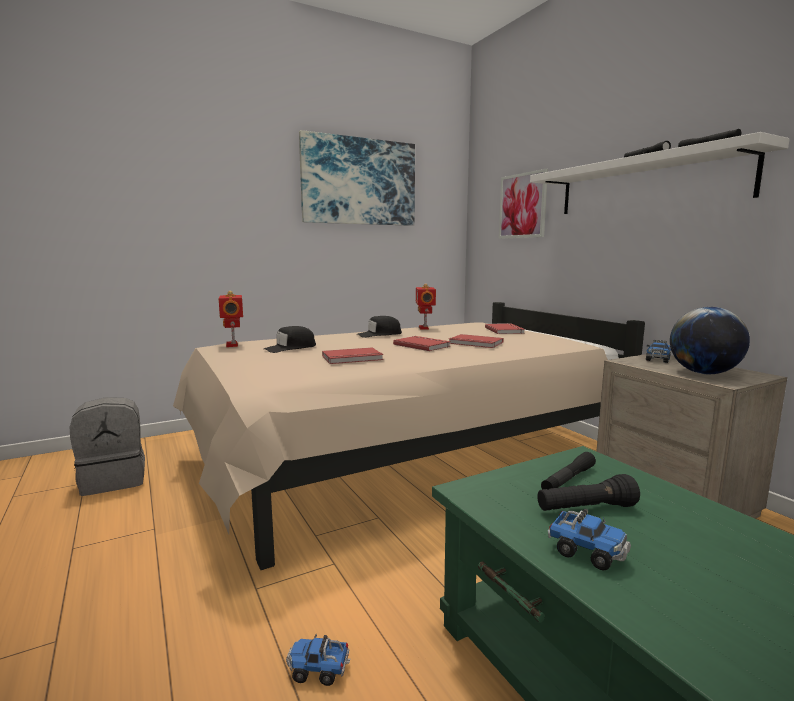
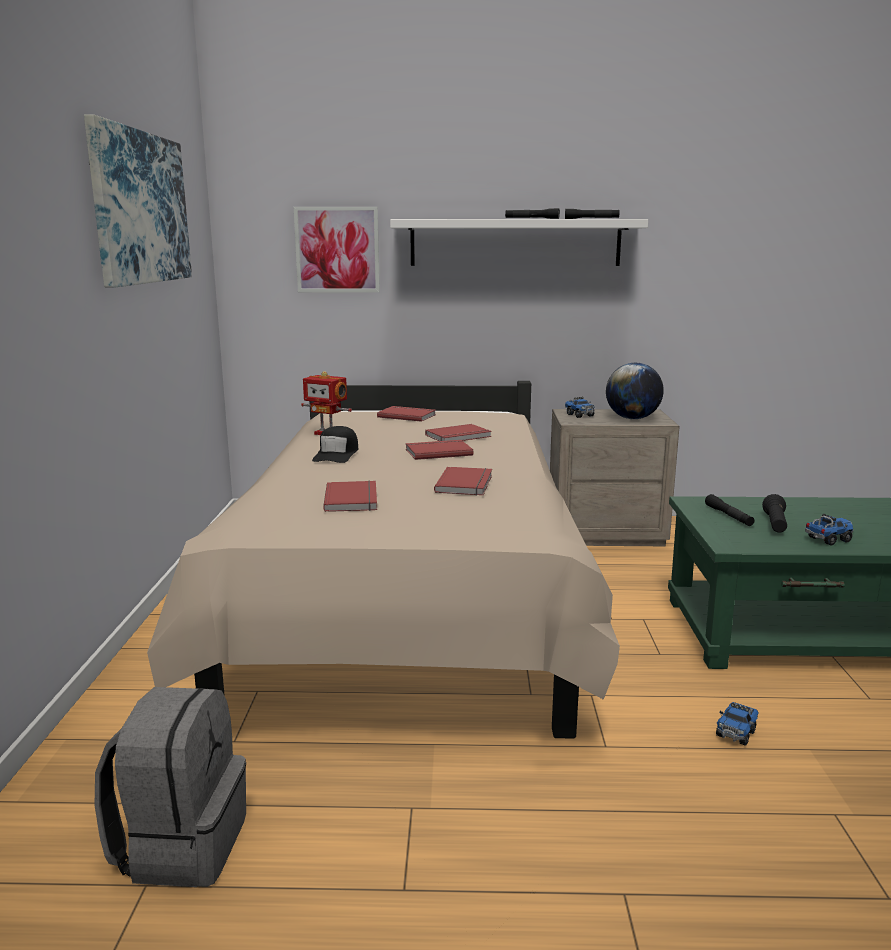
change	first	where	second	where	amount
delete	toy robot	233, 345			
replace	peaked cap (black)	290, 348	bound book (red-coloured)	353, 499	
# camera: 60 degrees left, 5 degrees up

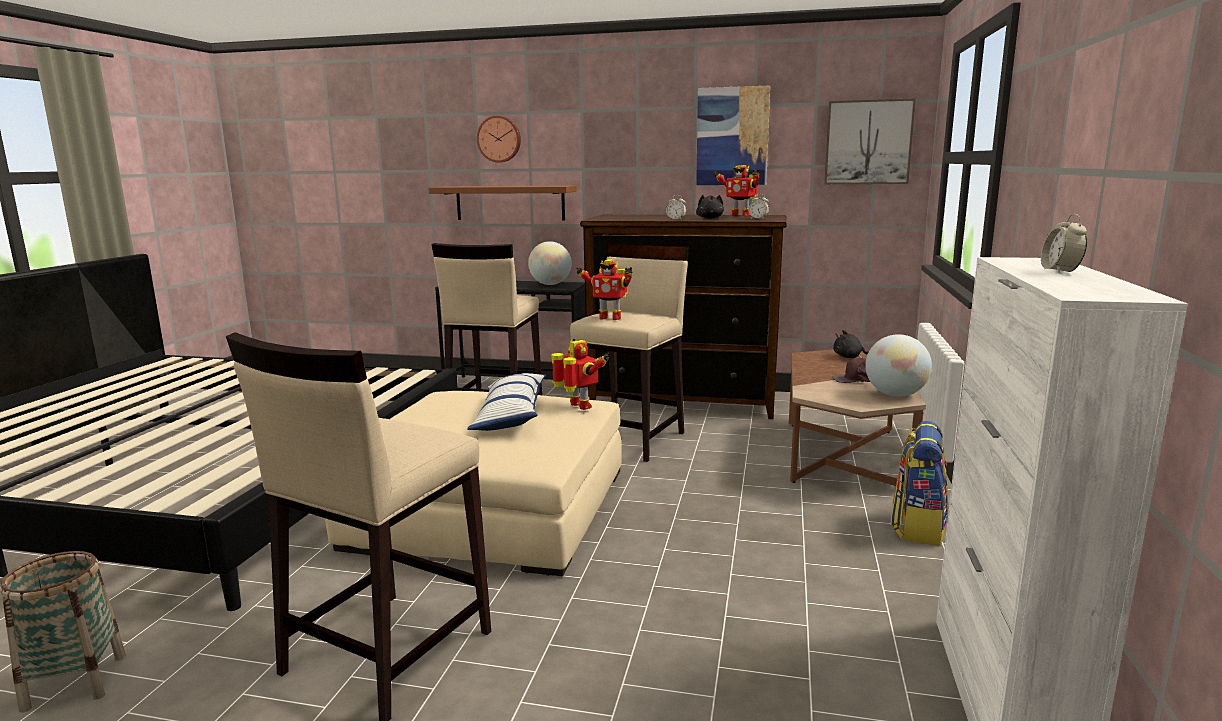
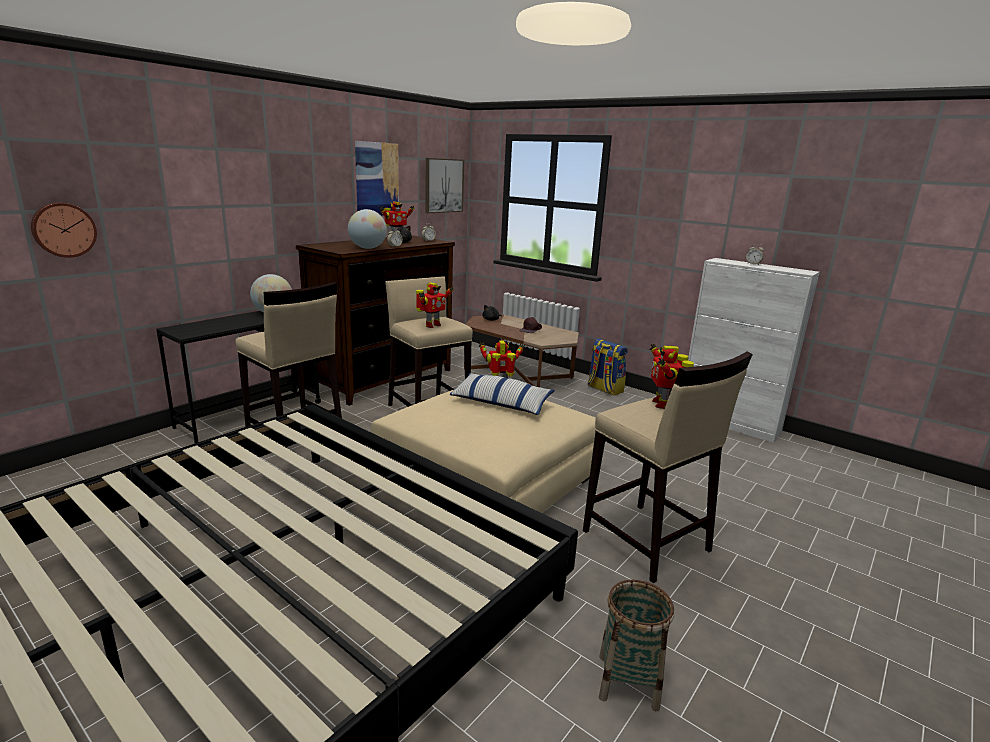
change	first	where	second	where	amount
move	hanging clock	499, 139		63, 230	
delete	shelf (brown-coloured)	510, 203			
move	world globe	895, 395		368, 248	
insert			toy robot	662, 404	
# camera: 65 degrees left, 5 degrees up

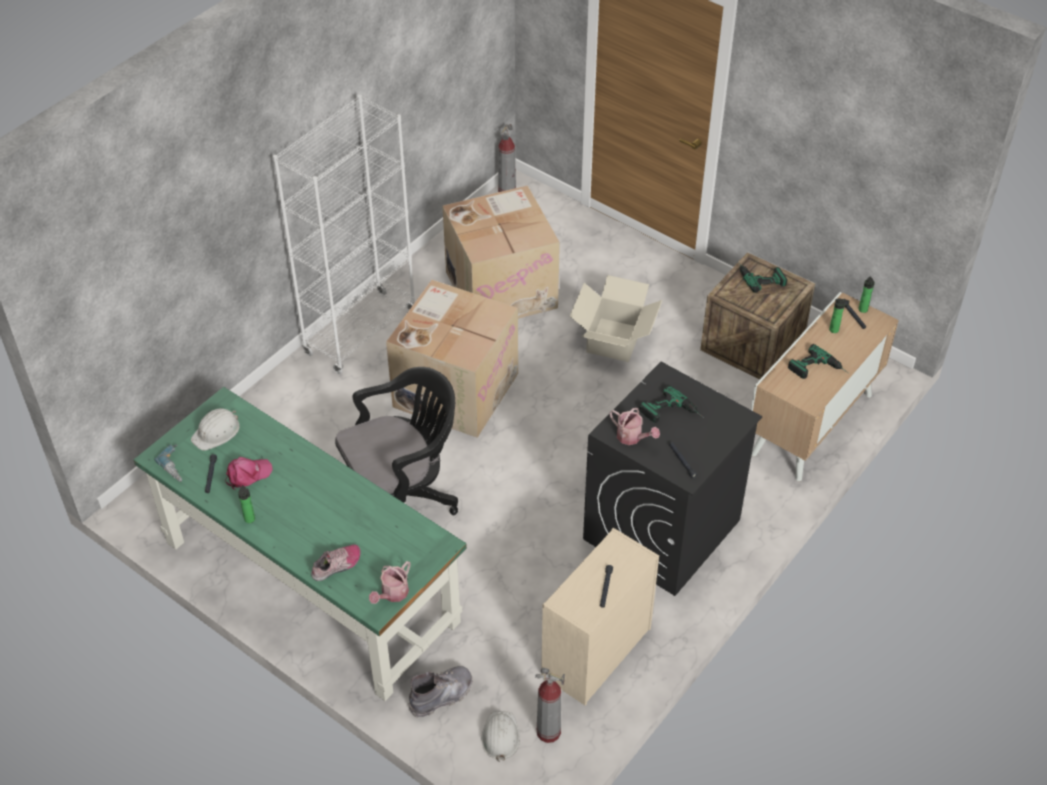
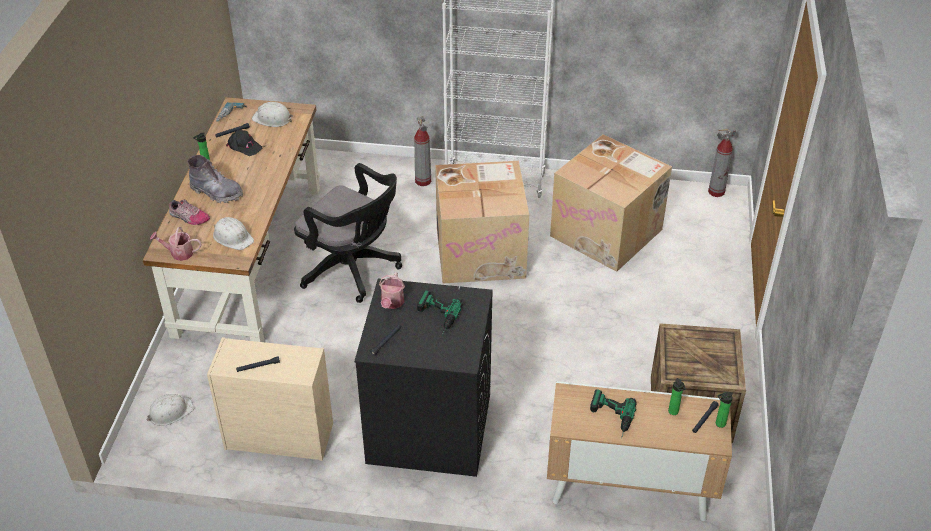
change	first	where	second	where	amount
delete	drill	759, 275			
delete	packing box	614, 340			
recolor	desk table (green)	309, 581	desk table (brown-coloured)	249, 257	
recolor	peaked cap (pink-coloured)	247, 474	peaked cap (black)	244, 146	
move	high-top boot (grey)	441, 696		216, 192	
move	fire extinguisher	548, 732		423, 181	
insert			safety helmet (white-coloured)	233, 237	
# camera: 60 degrees right, 5 degrees down

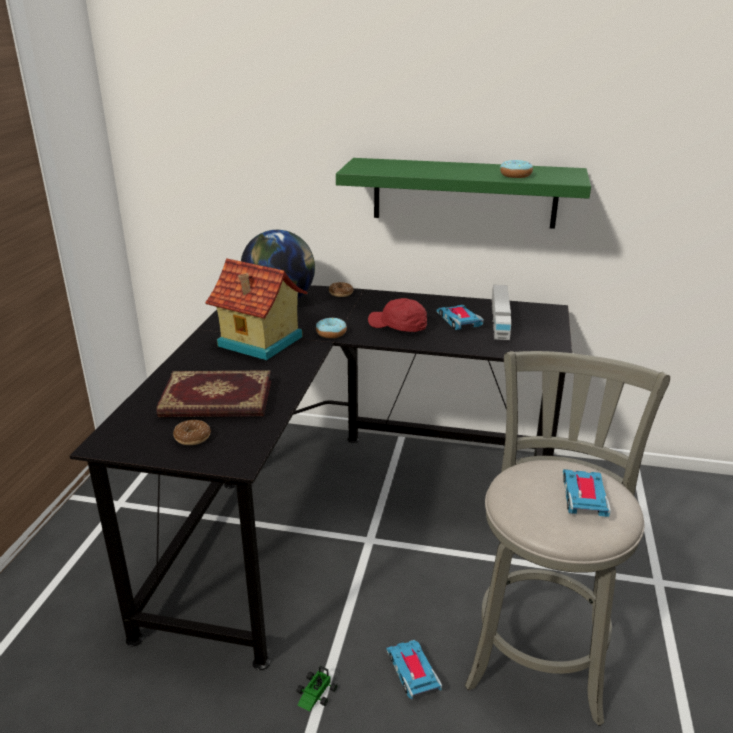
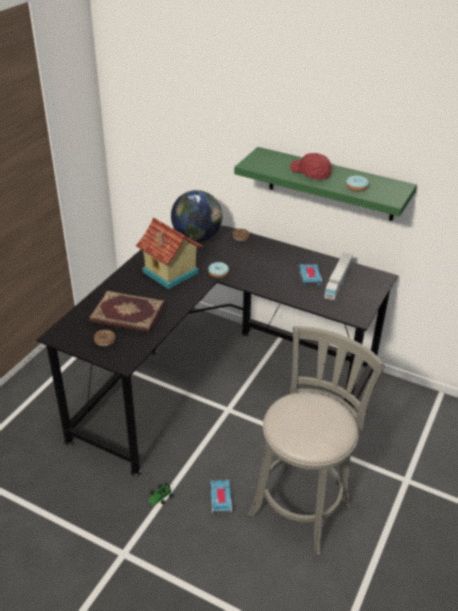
change	first	where	second	where	amount
move	peaked cap (red-coloured)	398, 327		310, 173	
delete	miniature car	583, 497			
# camera: 15 degrees right, 10 degrees up

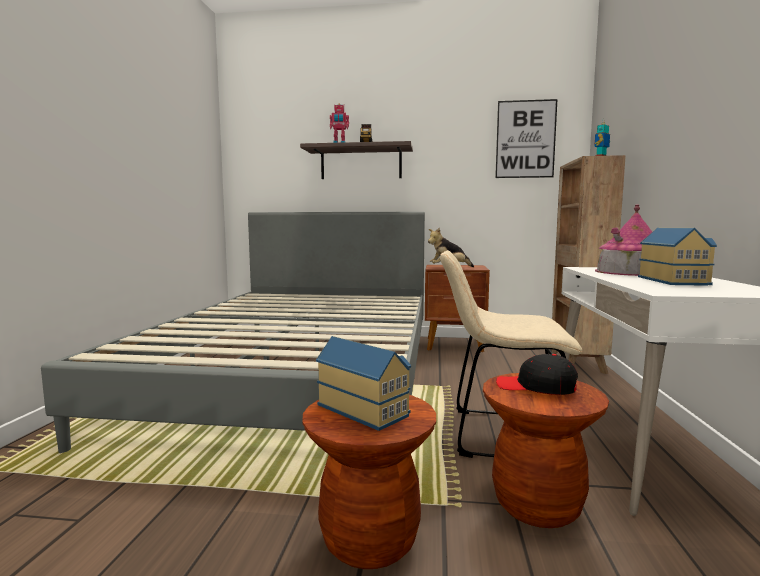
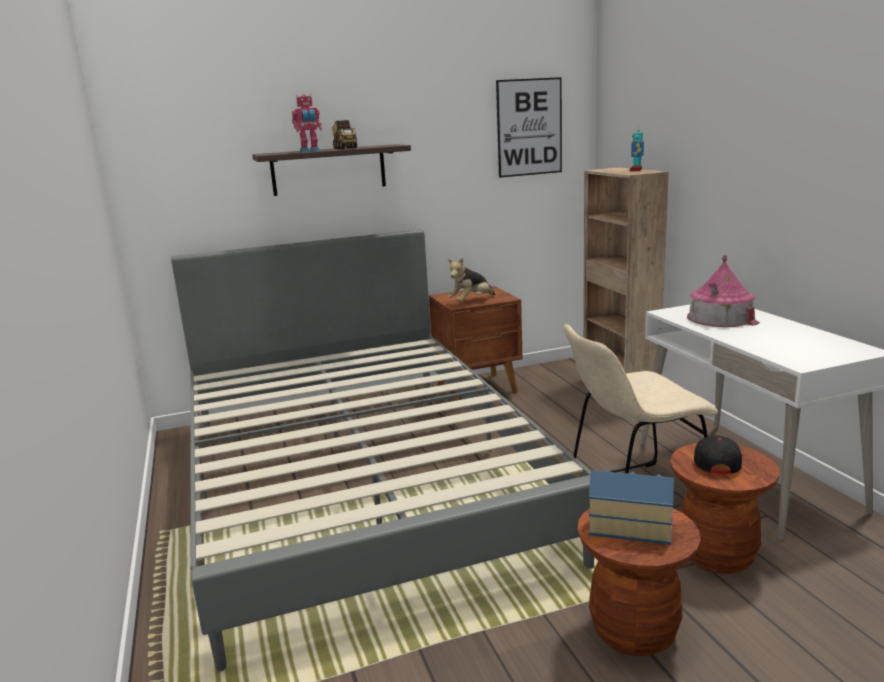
change	first	where	second	where	amount
delete	model house	674, 280			
rotate	peaked cap (black)	536, 387		715, 461	105 degrees clockwise
# camera: 25 degrees left, 10 degrees up

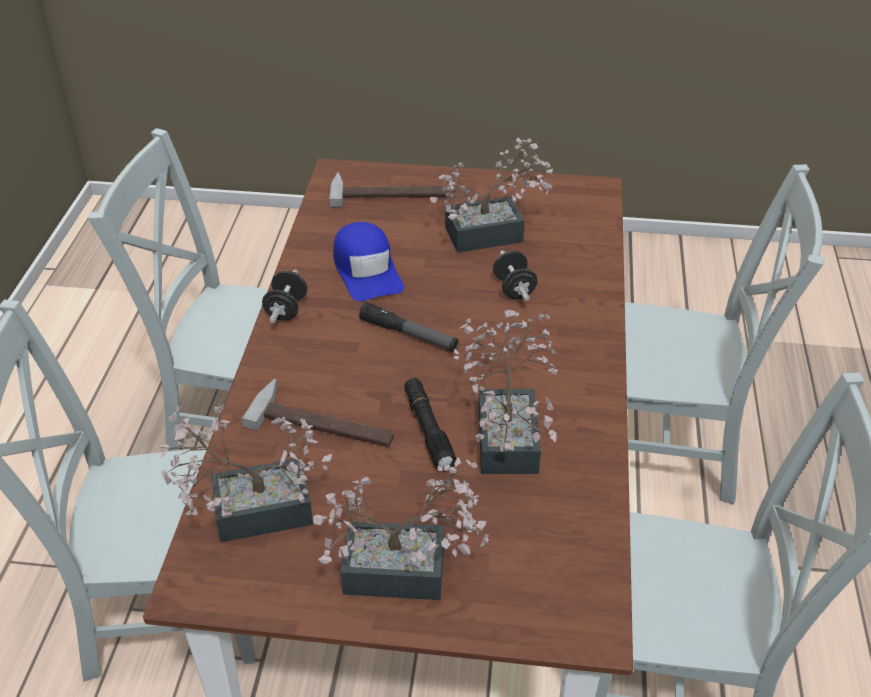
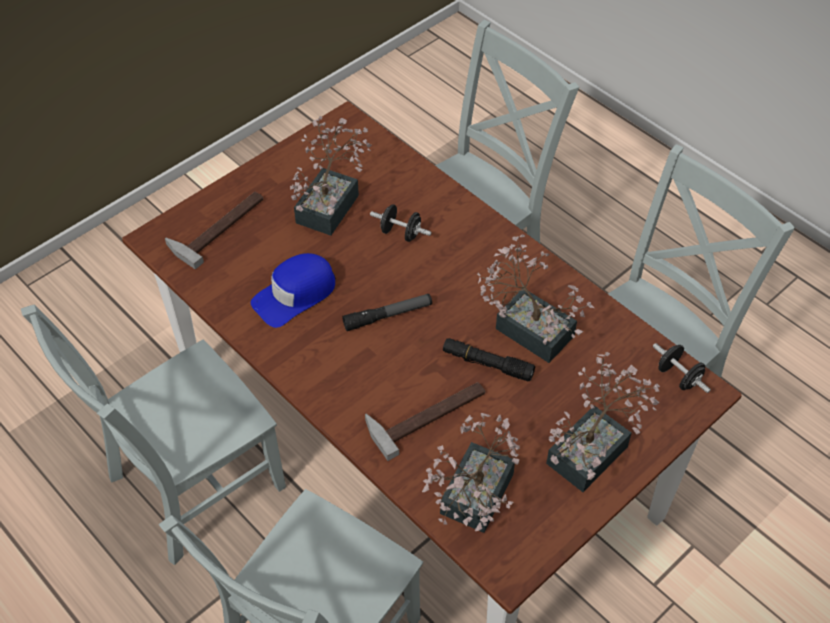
change	first	where	second	where	amount
rotate	peaked cap (bluish)	367, 270		295, 295	120 degrees clockwise
move	free weight (black)	286, 310		678, 377	
# camera: 50 degrees left, 10 degrees up

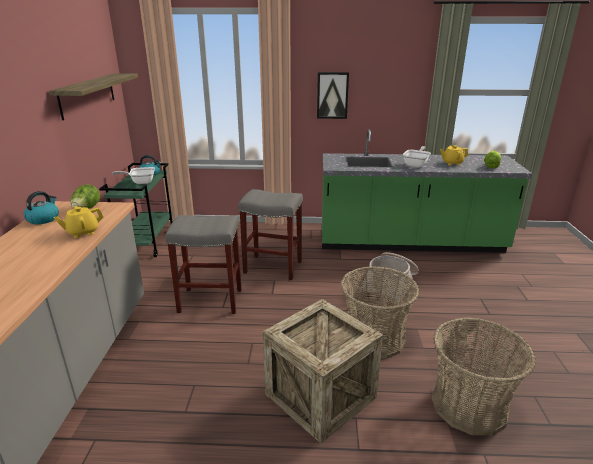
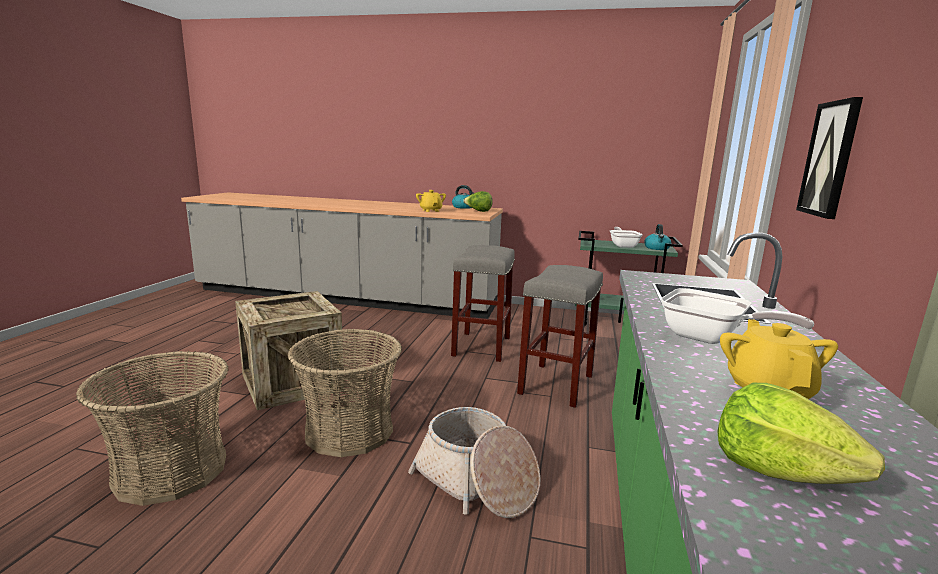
change	first	where	second	where	amount
delete	shelf	87, 95			
# camera: 100 degrees right, 10 degrees down

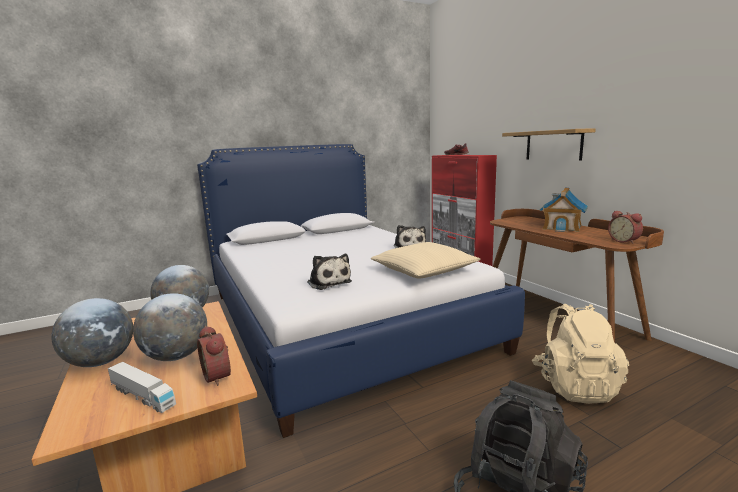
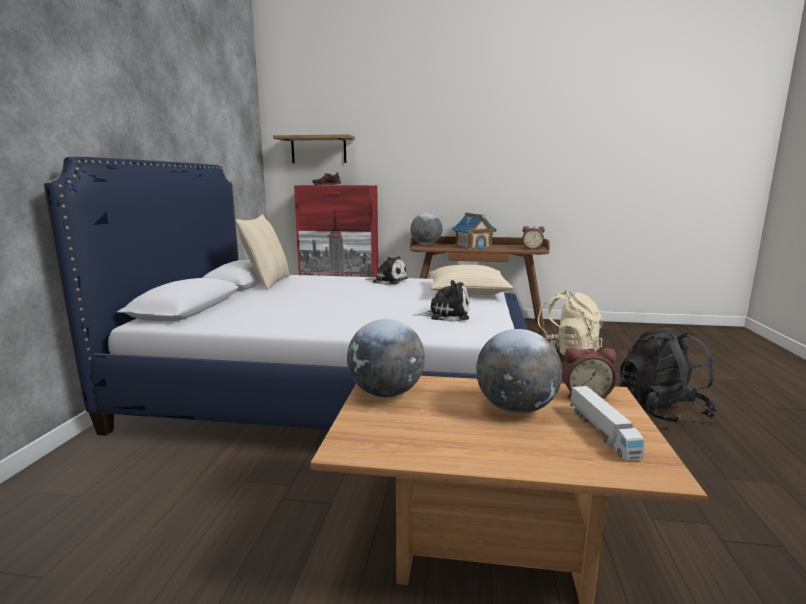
change	first	where	second	where	amount
move	shelf	553, 145		318, 150	
move	world globe	101, 362		426, 245	
rotate	model truck	142, 396		602, 432	105 degrees clockwise
insert			throw pillow (sand-coloured)	267, 282	
# camera: 55 degrees left, 0 degrees up

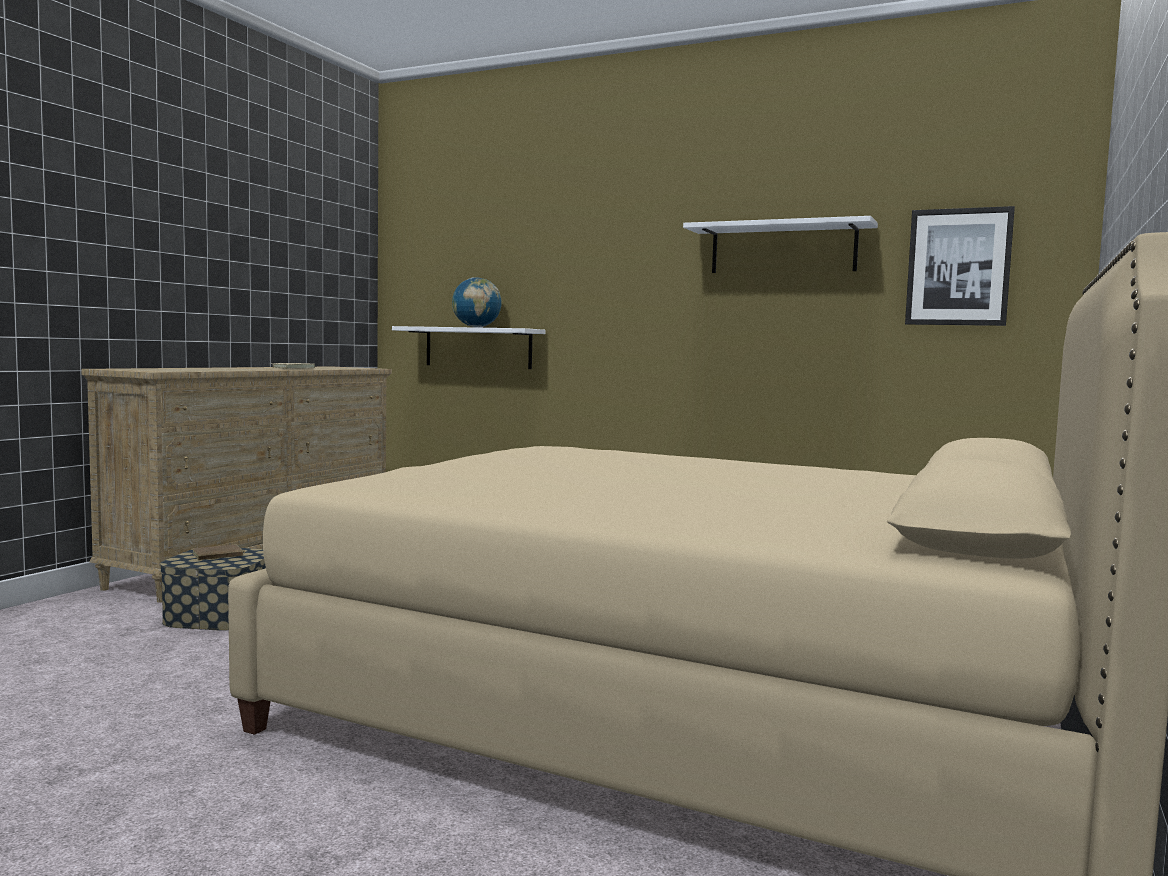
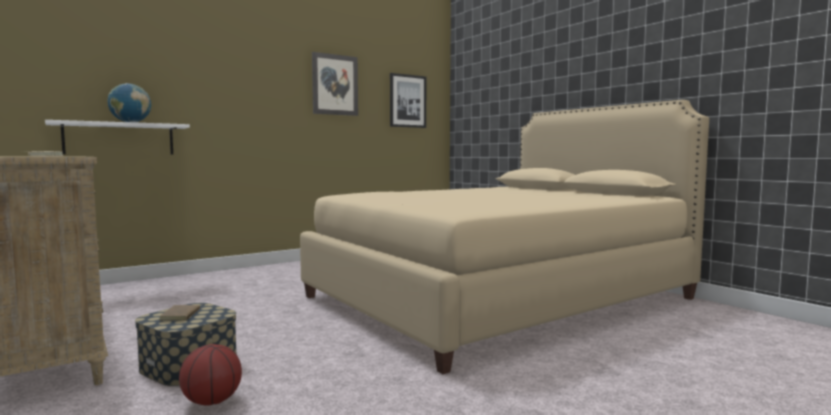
change	first	where	second	where	amount
replace	shelf (white-coloured)	783, 249	picture	335, 85	
insert			ball for basketball	212, 401	
# camera: 60 degrees left, 0 degrees up

